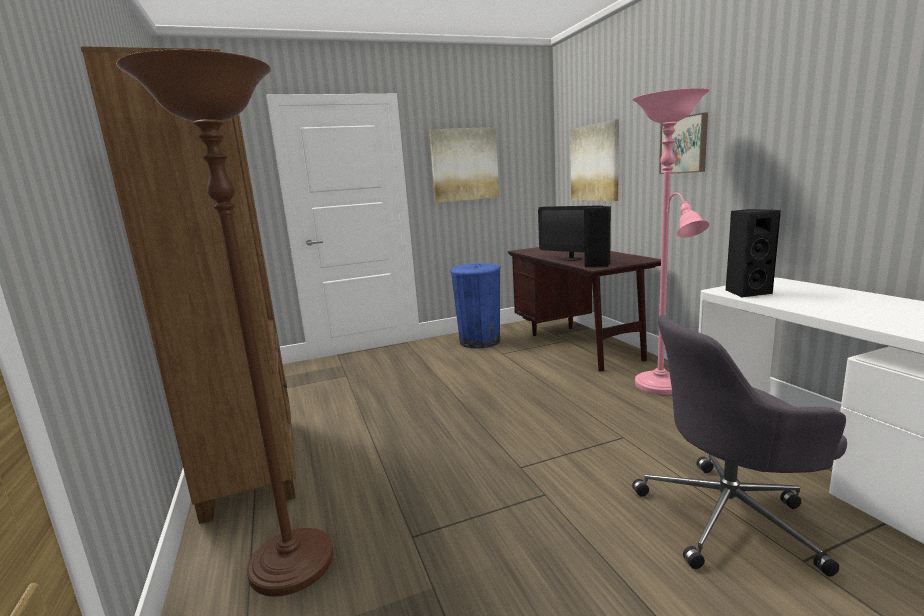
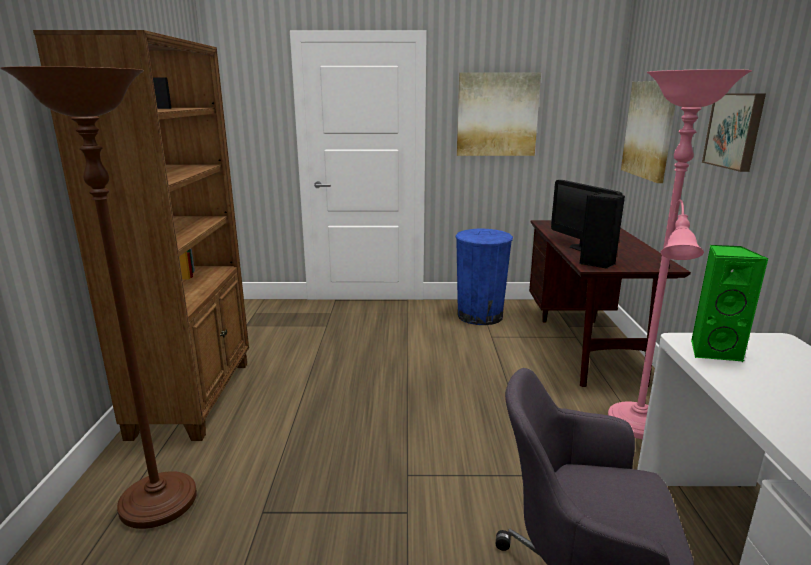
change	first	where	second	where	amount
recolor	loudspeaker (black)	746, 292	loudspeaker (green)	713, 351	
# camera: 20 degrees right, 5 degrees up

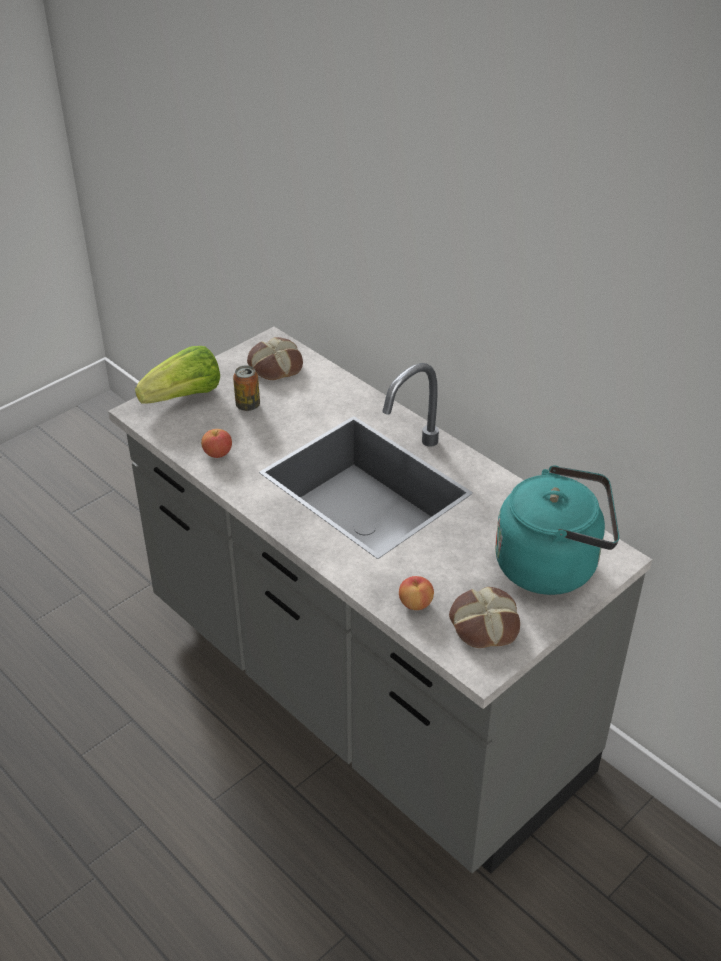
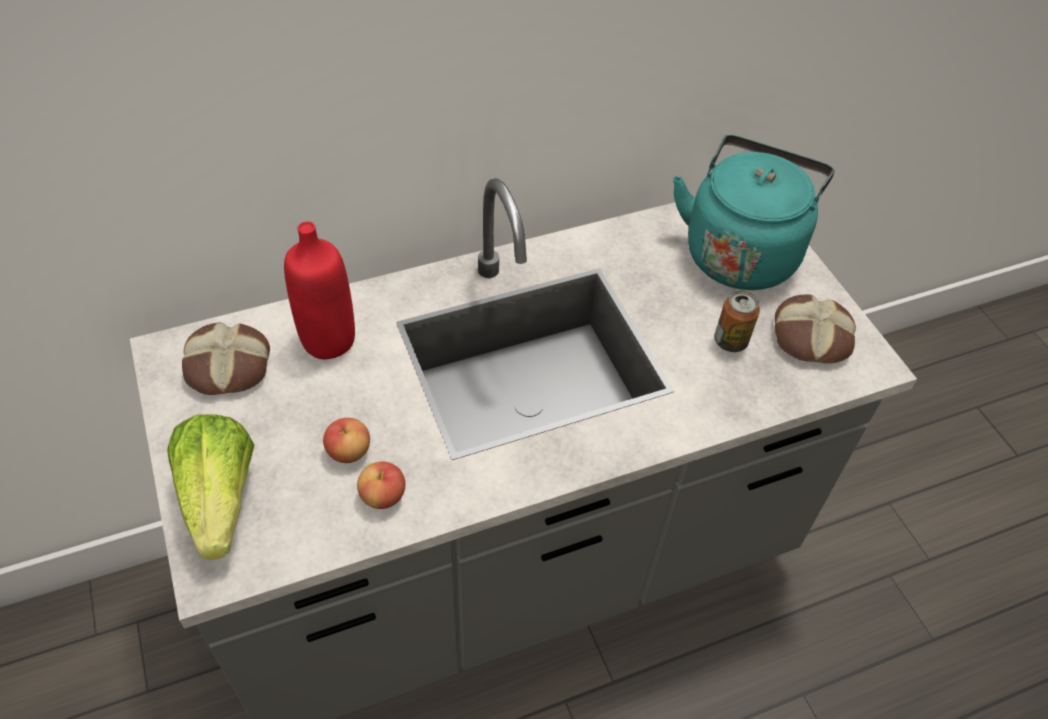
change	first	where	second	where	amount
move	can	248, 405		730, 341	
move	whole apple	415, 603		349, 451	
insert			beverage bottle (red-coloured)	328, 340	
# camera: 70 degrees left, 10 degrees up

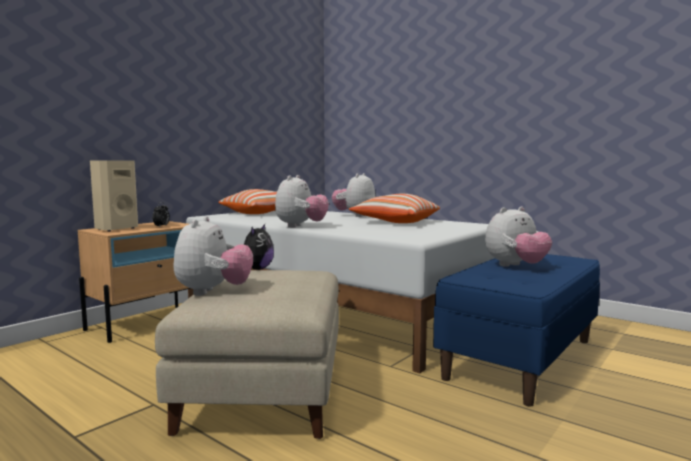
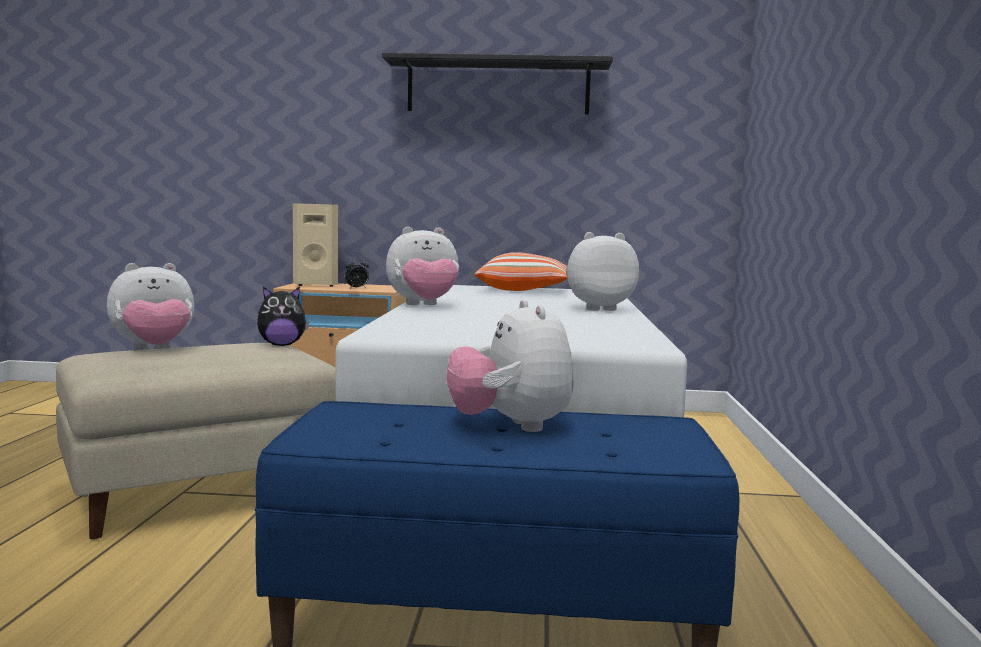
change	first	where	second	where	amount
delete	throw pillow	395, 222			
rotate	soft toy	515, 266		510, 426	45 degrees clockwise
insert			shelf (black)	498, 88	
# camera: 55 degrees right, 0 degrees up

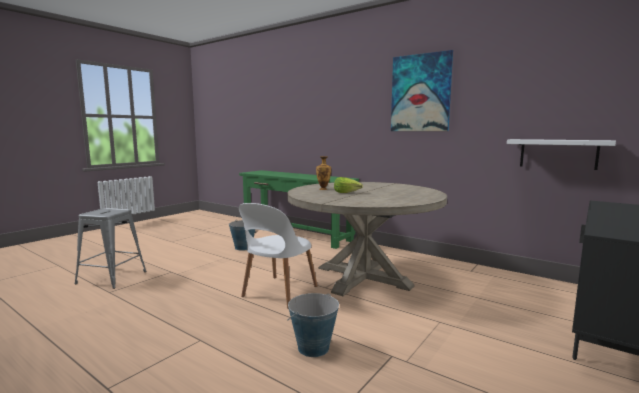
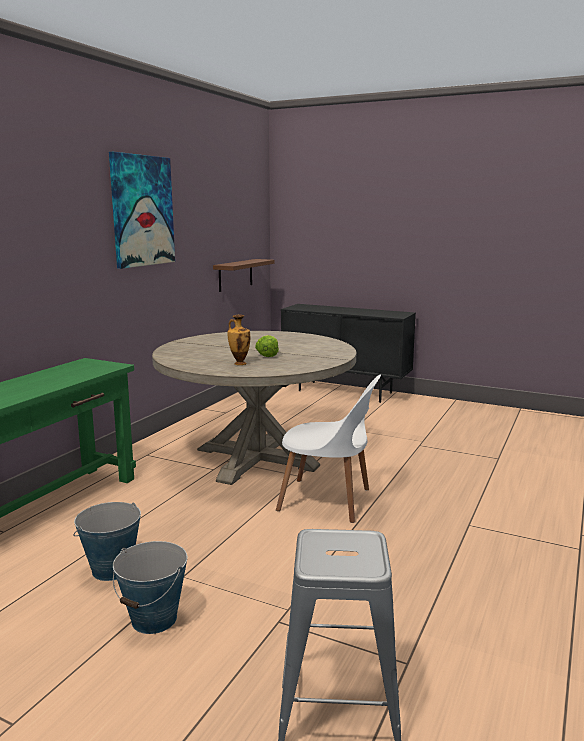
change	first	where	second	where	amount
recolor	shelf (white-coloured)	558, 154	shelf (brown-coloured)	235, 275	
move	pail	313, 348		154, 619	
# camera: 100 degrees left, 5 degrees up

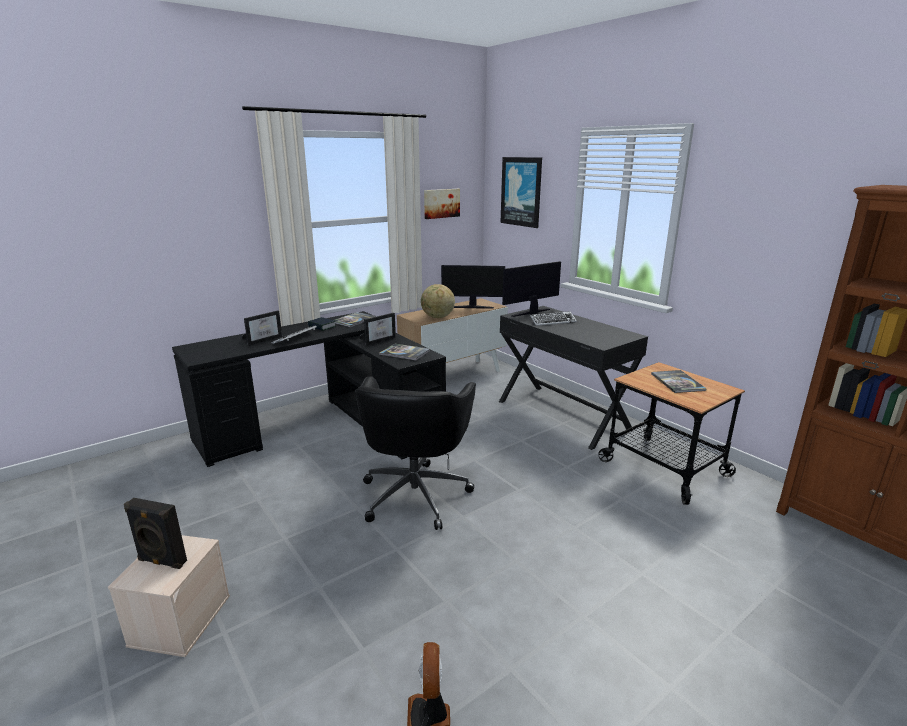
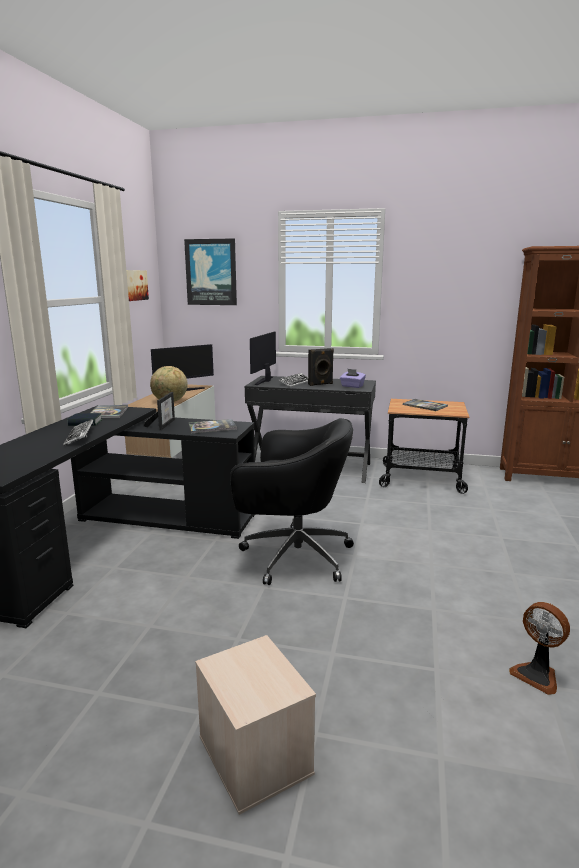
change	first	where	second	where	amount
delete	picture frame	264, 339			
rotate	office chair (black)	416, 493		293, 556	45 degrees counterclockwise
move	loudspeaker (black)	161, 562		320, 384	
insert			tissue holder (purple-coloured)	352, 386	
# camera: 40 degrees left, 5 degrees down

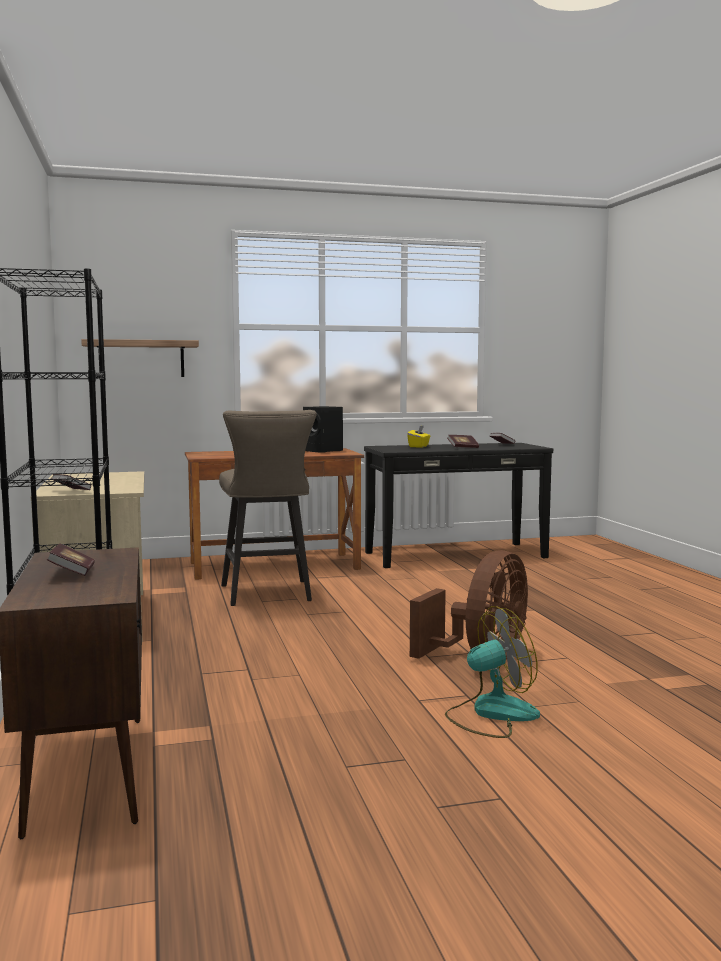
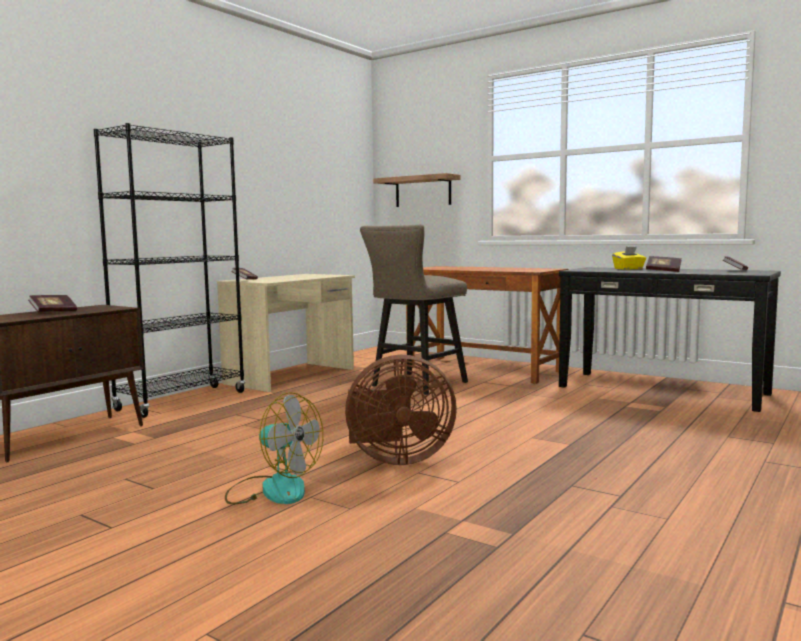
change	first	where	second	where	amount
delete	loudspeaker (black)	323, 451			
# camera: 50 degrees right, 0 degrees up

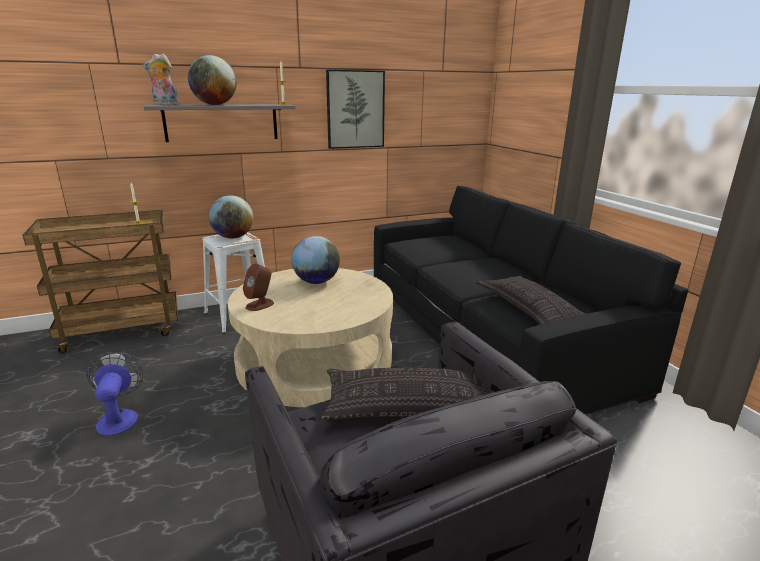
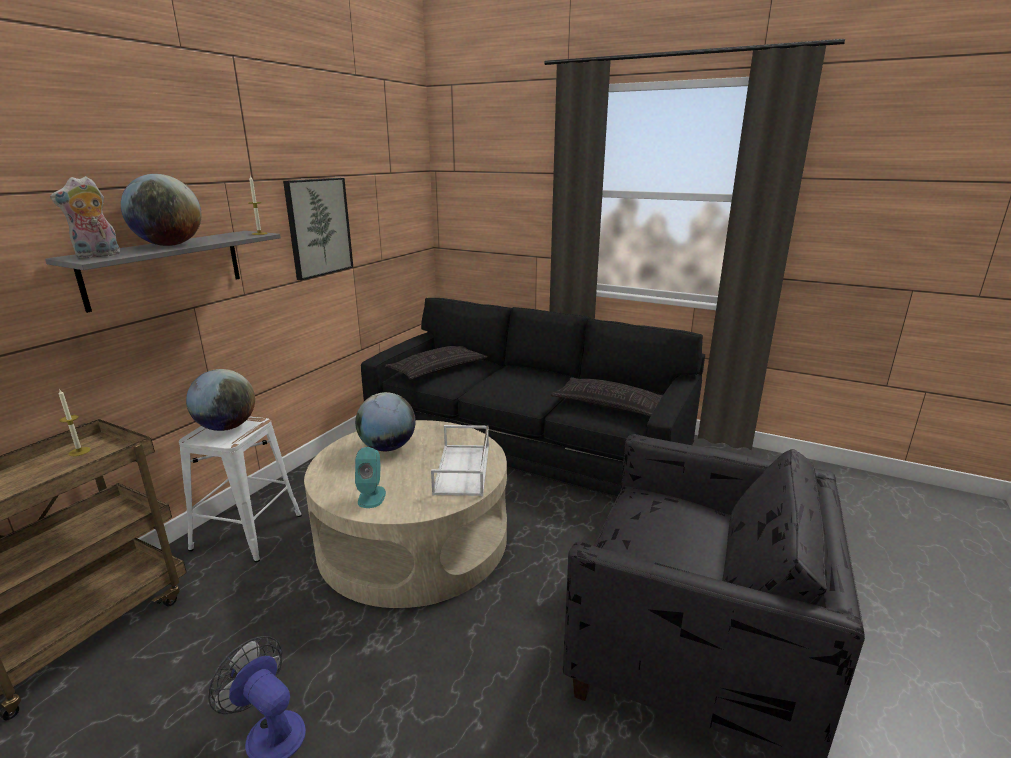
change	first	where	second	where	amount
recolor	loudspeaker (brown-coloured)	260, 305	loudspeaker (turquoise)	372, 496	
move	throw pillow	409, 406		438, 369	
insert			carrying tray (white-coloured)	463, 470	
# camera: 40 degrees left, 0 degrees up

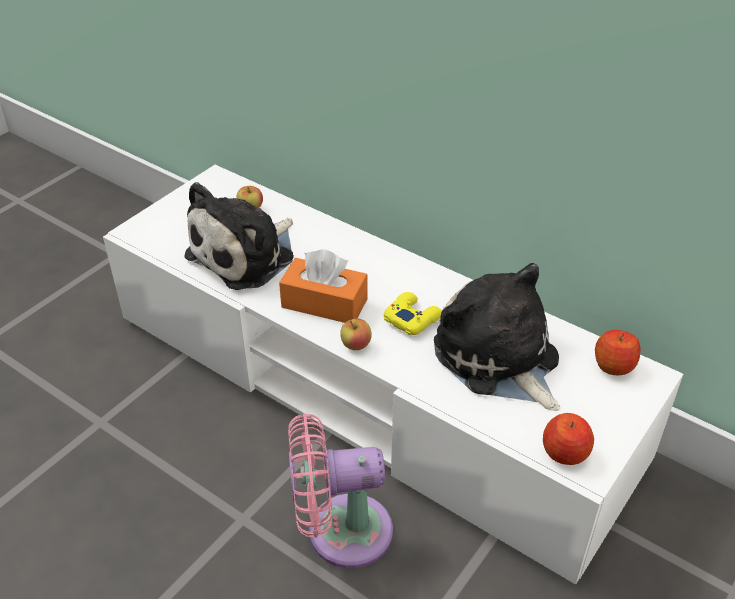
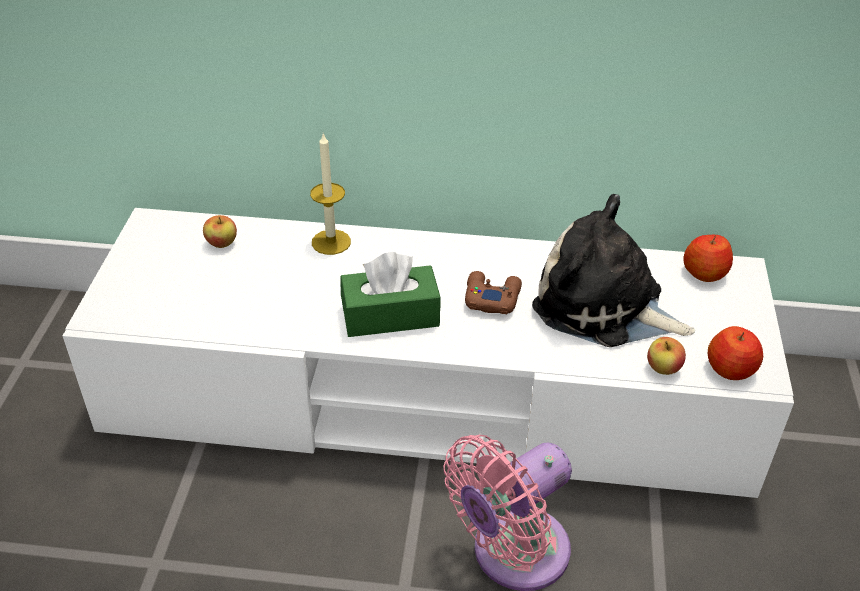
change	first	where	second	where	amount
delete	soft toy	246, 255			
recolor	tissue holder (orange)	324, 303	tissue holder (green)	390, 315	
recolor	joypad (yellow)	412, 318	joypad (brown-coloured)	491, 297	
move	whole apple	356, 345		663, 368	
insert			wax candle	331, 242	
# camera: 30 degrees left, 0 degrees up

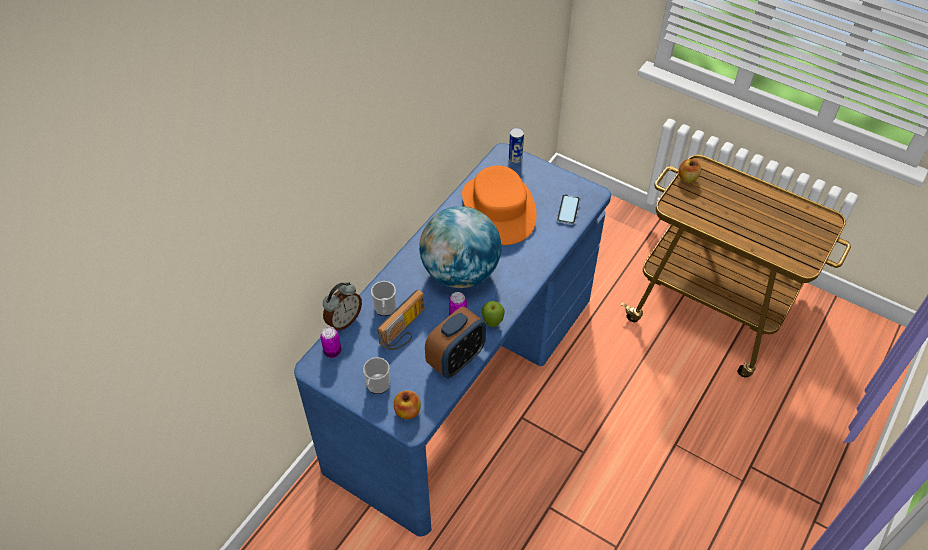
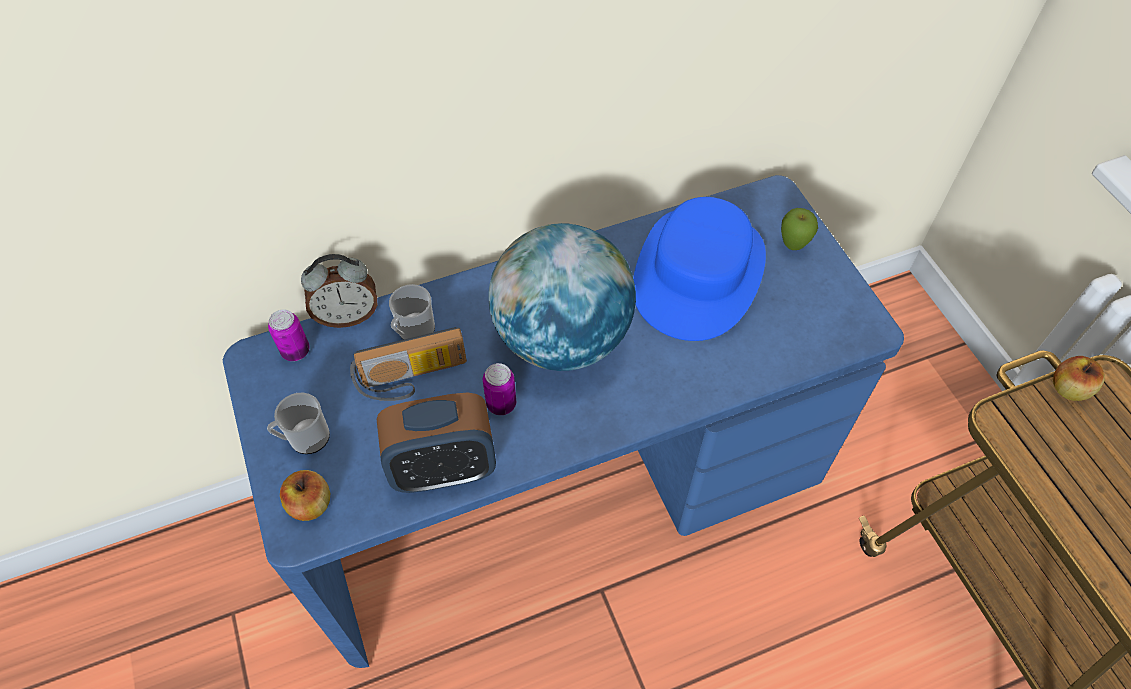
change	first	where	second	where	amount
delete	can	515, 159			
recolor	wearable hat (orange)	499, 209	wearable hat (bluish)	699, 273	
delete	telephone	568, 210			
move	whole apple	492, 323		793, 245	
# camera: 35 degrees right, 5 degrees up

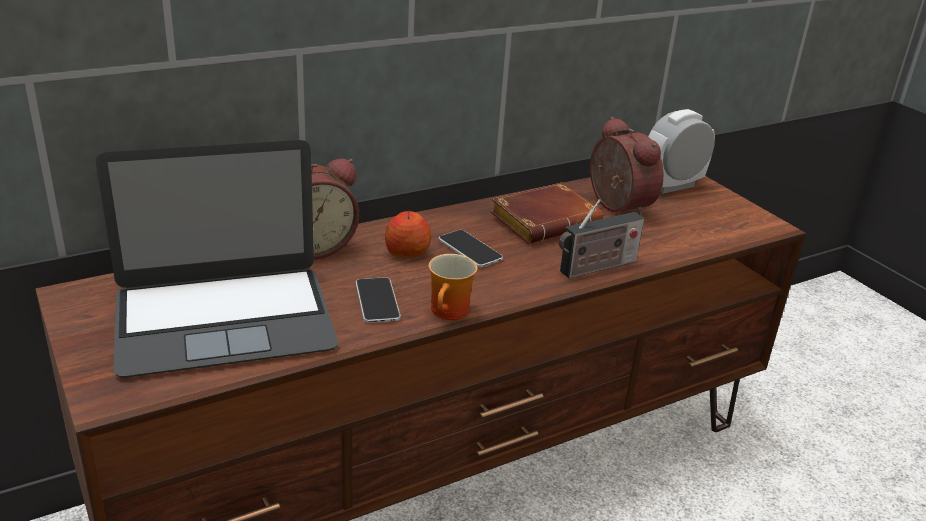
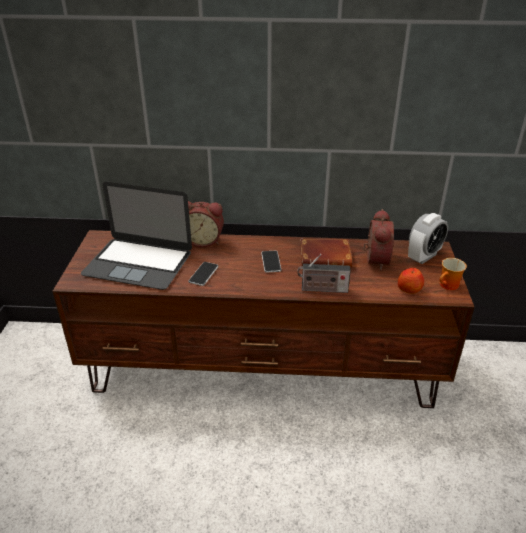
change	first	where	second	where	amount
rotate	alarm clock	672, 186		423, 256	135 degrees clockwise
move	whole apple	407, 252		409, 289	
move	tea mug	451, 312		449, 286	
# camera: 35 degrees right, 5 degrees up

